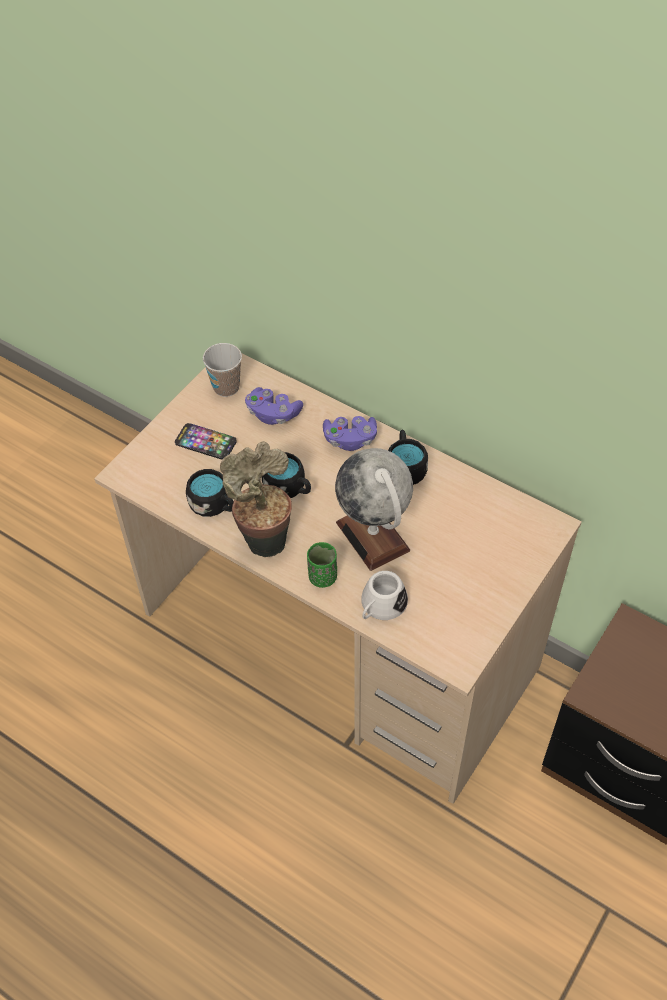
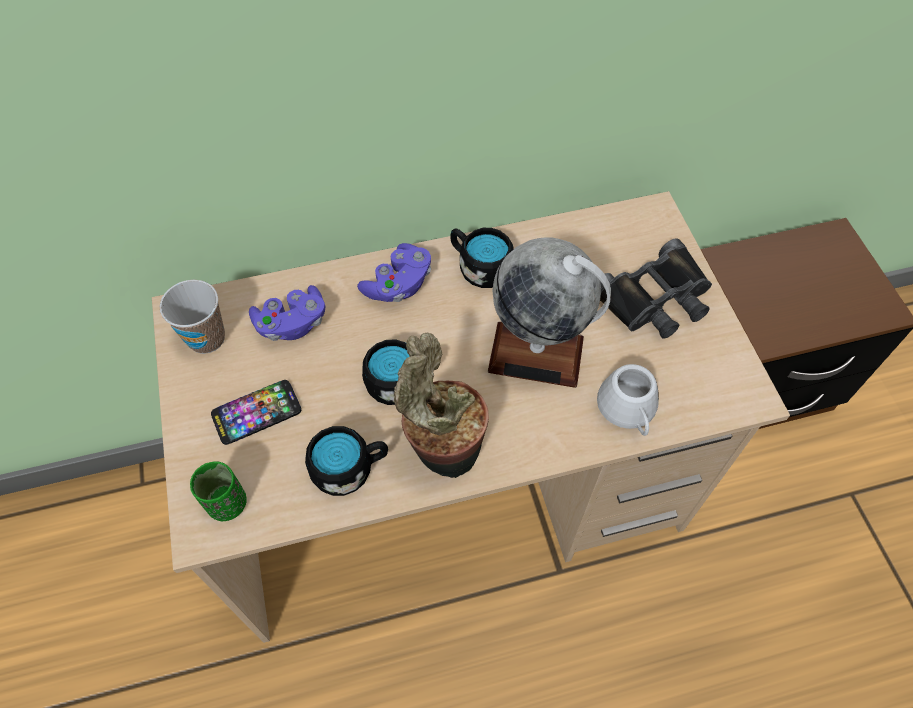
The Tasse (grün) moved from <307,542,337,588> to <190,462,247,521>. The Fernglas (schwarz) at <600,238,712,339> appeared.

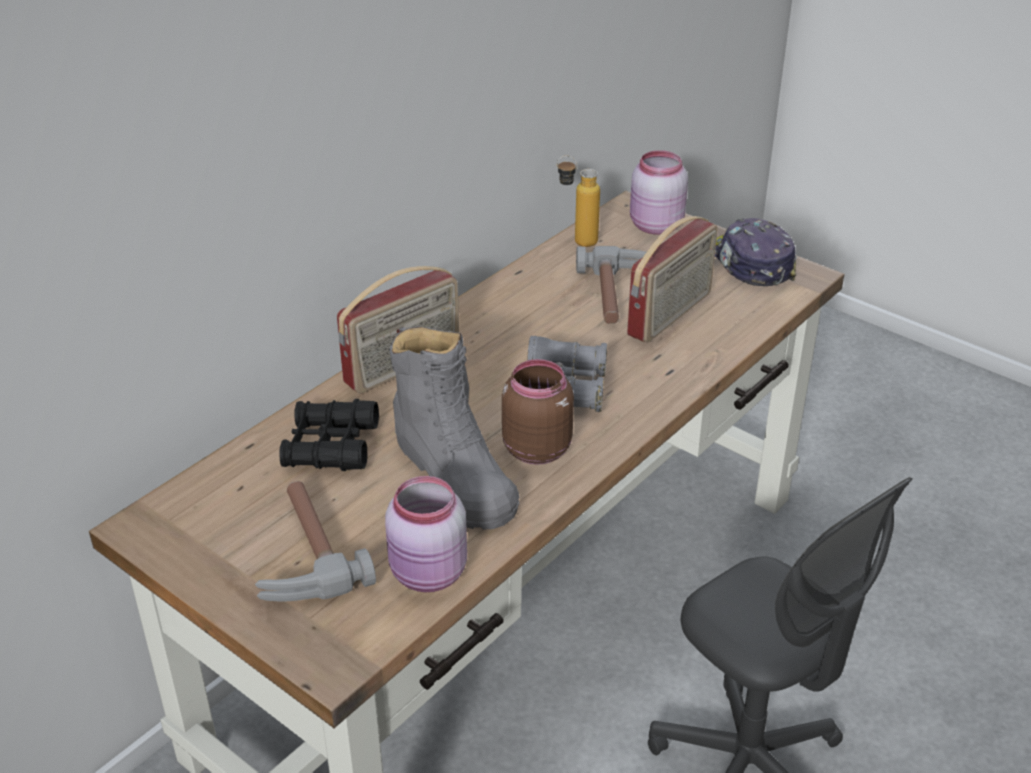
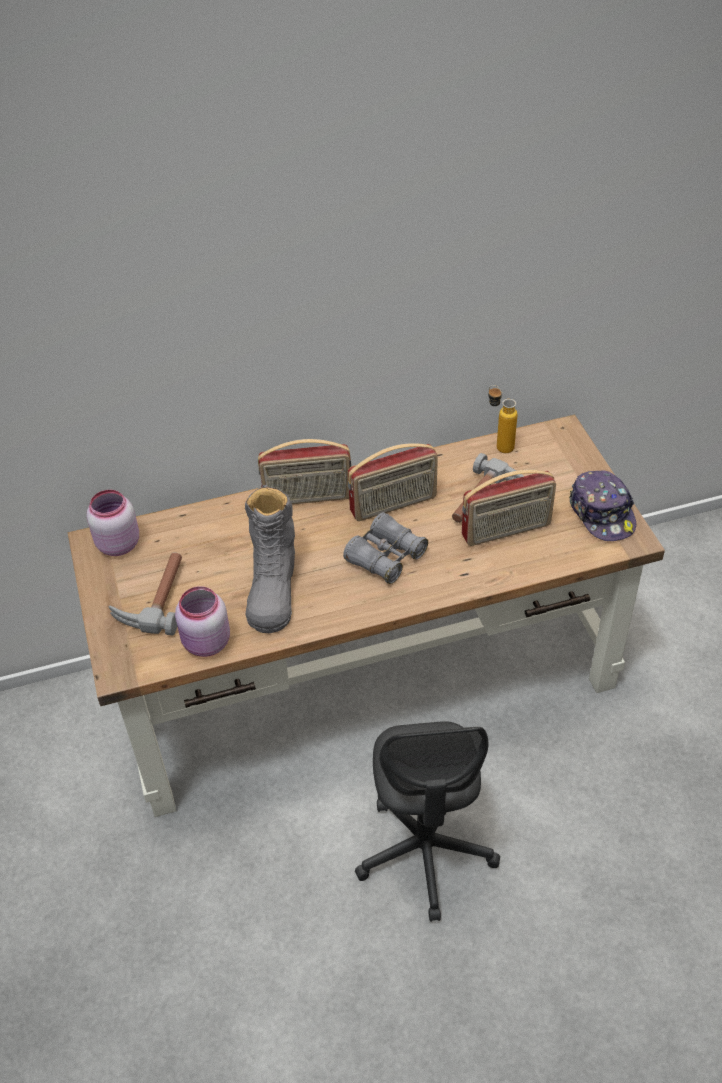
The Vorratsglas (rosa) moved from <630,150,688,235> to <87,490,139,556>. The Radio at <348,443,438,521> appeared. The Kappe at <715,218,797,286> turned 150 degrees clockwise. The Fernglas (schwarz) at <279,399,379,471> disappeared. The Vorratsglas (braun) at <502,359,574,464> disappeared.

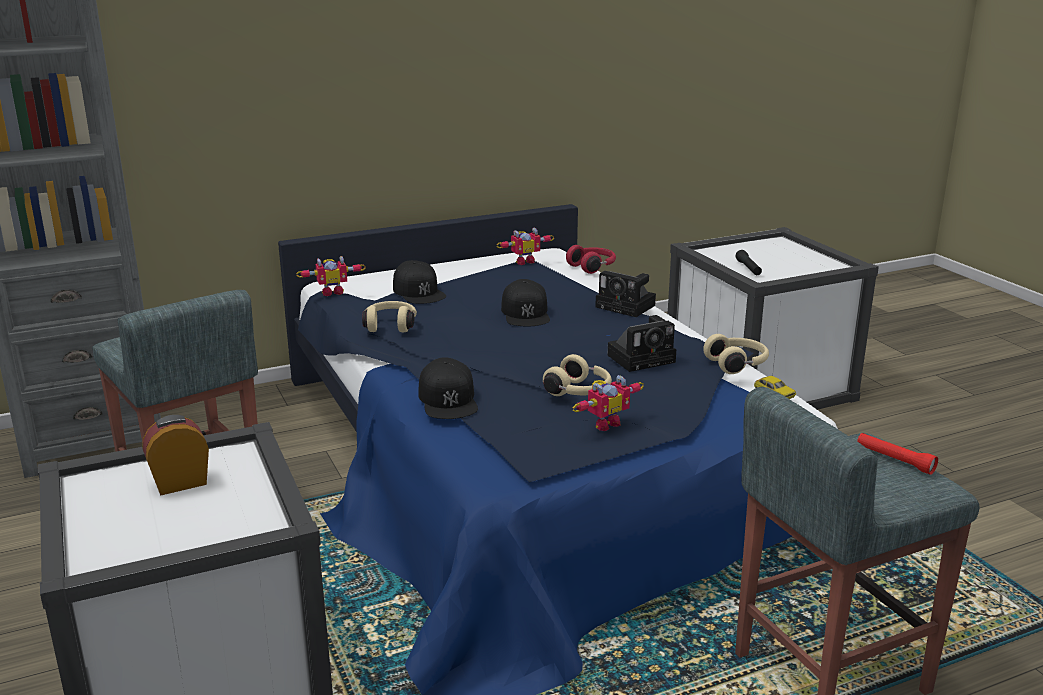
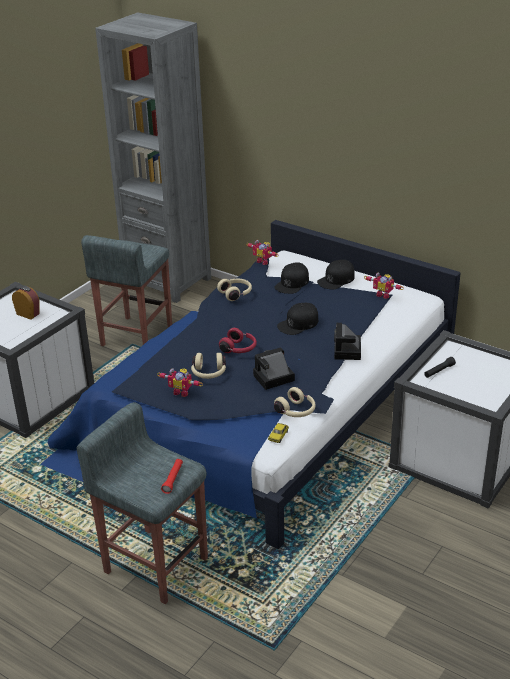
The Kopfhörer (rot) moved from <566,245,616,274> to <219,328,257,353>. The Kamera at <608,315,676,372> turned 120 degrees clockwise. The Kappe (schwarz) moved from <418,357,478,419> to <317,260,355,290>.

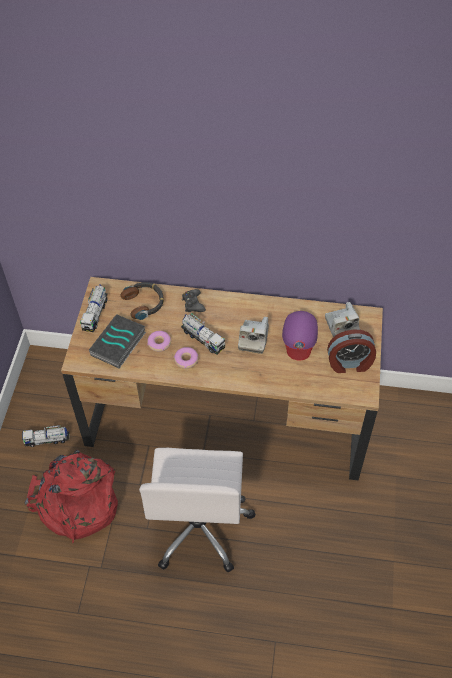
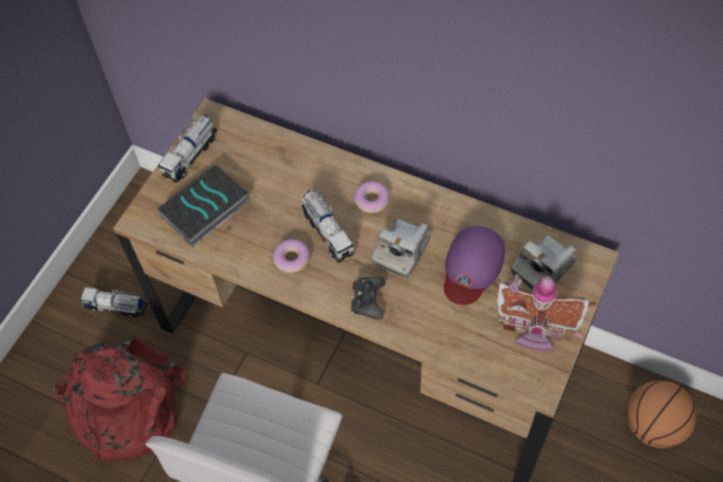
The Gamepad (schwarz) moved from <182,289,206,312> to <351,277,385,319>. The Donut moved from <147,331,171,352> to <353,181,390,213>. The Wecker at <327,329,376,373> was replaced by the Spielzeughaus at <492,274,596,351>. The Kamera at <325,302,360,337> turned 45 degrees clockwise. The Basketball at <627,380,696,448> appeared. The Kopfhörer at <121,282,164,320> disappeared.

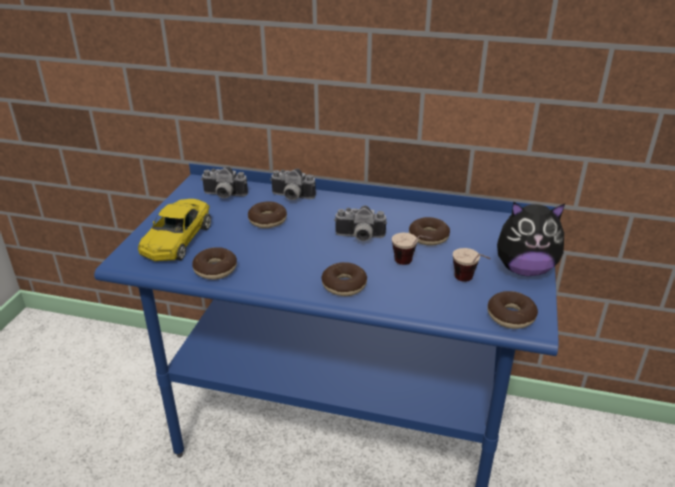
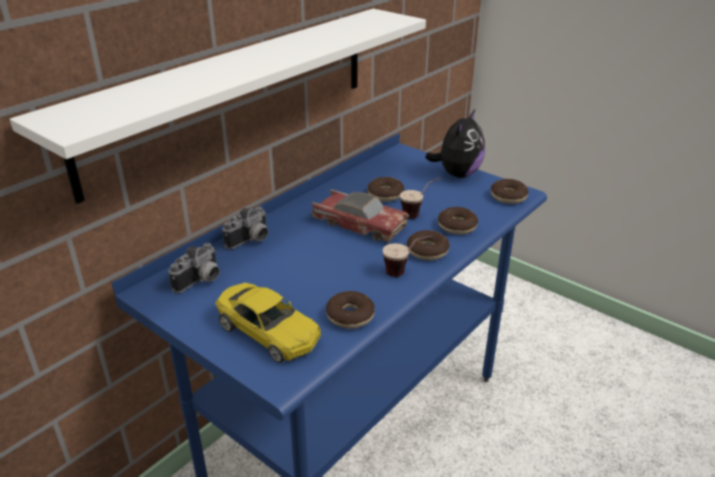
The Wandregal (weiß) at <10,9,426,204> appeared. The Kamera at <334,205,387,241> was replaced by the Spielzeugauto at <312,189,409,242>. The Tasse moved from <453,248,491,282> to <382,235,433,277>. The Donut moved from <248,201,287,228> to <438,207,478,235>.

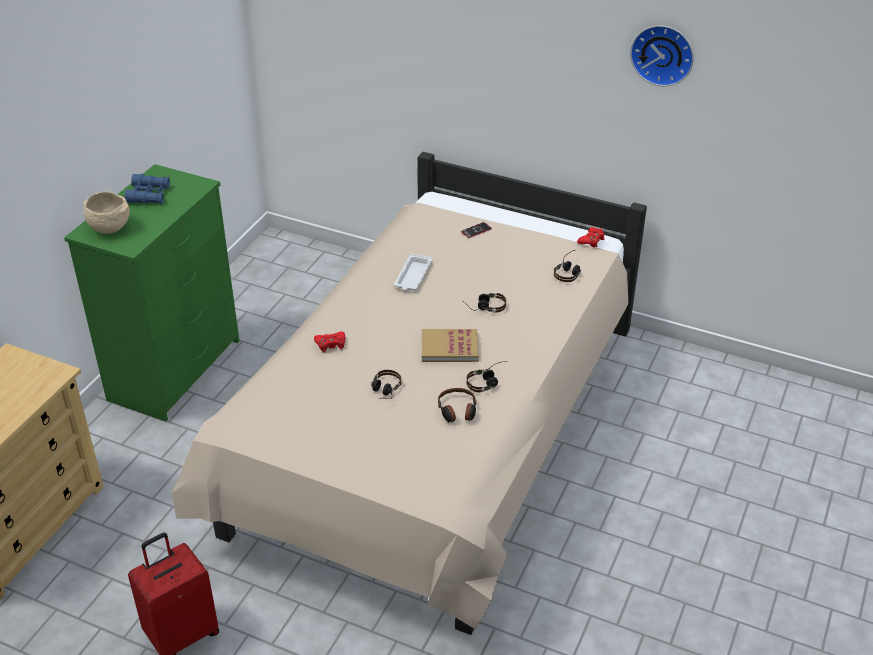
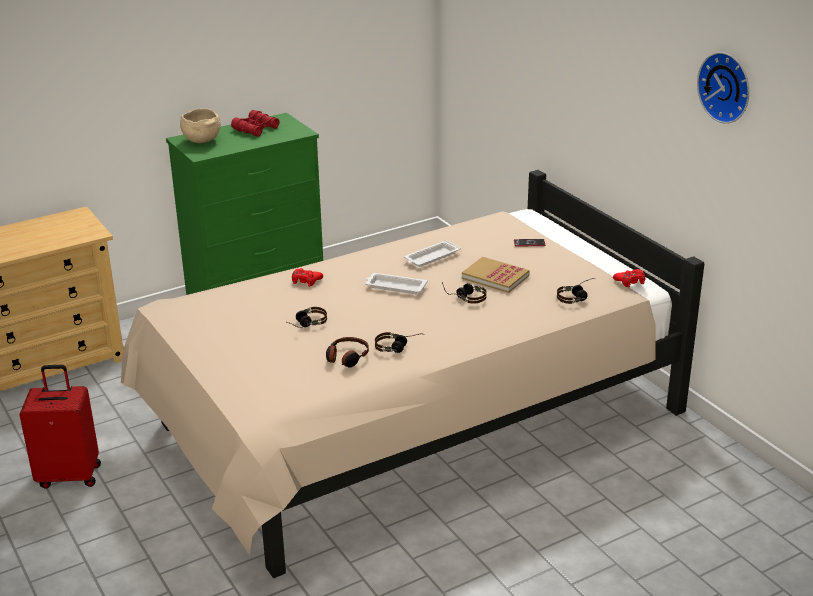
The Fernglas (blau) at <125,174,170,204> became the Fernglas (rot) at <231,110,279,137>. The Tablett (weiß) at <366,273,428,294> appeared. The Buch moved from <422,329,479,362> to <462,257,530,293>.

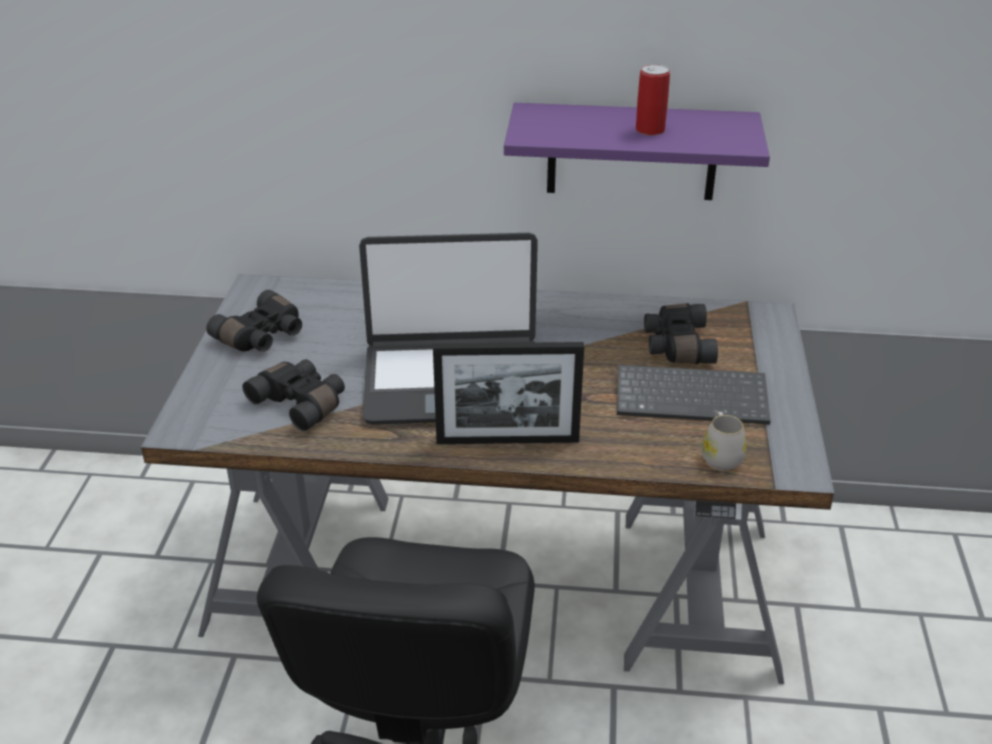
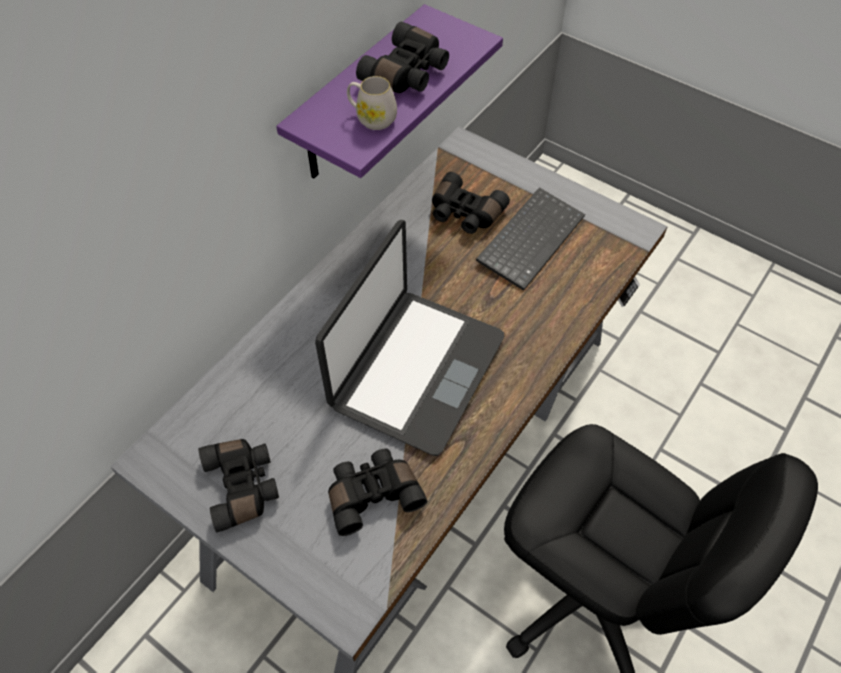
The Henkelbecher (weiß) moved from <702,412,747,470> to <347,76,397,130>. The Dose at <636,64,670,136> was replaced by the Fernglas (schwarz) at <356,22,449,93>. The Bilderrahmen at <433,342,584,444> disappeared.

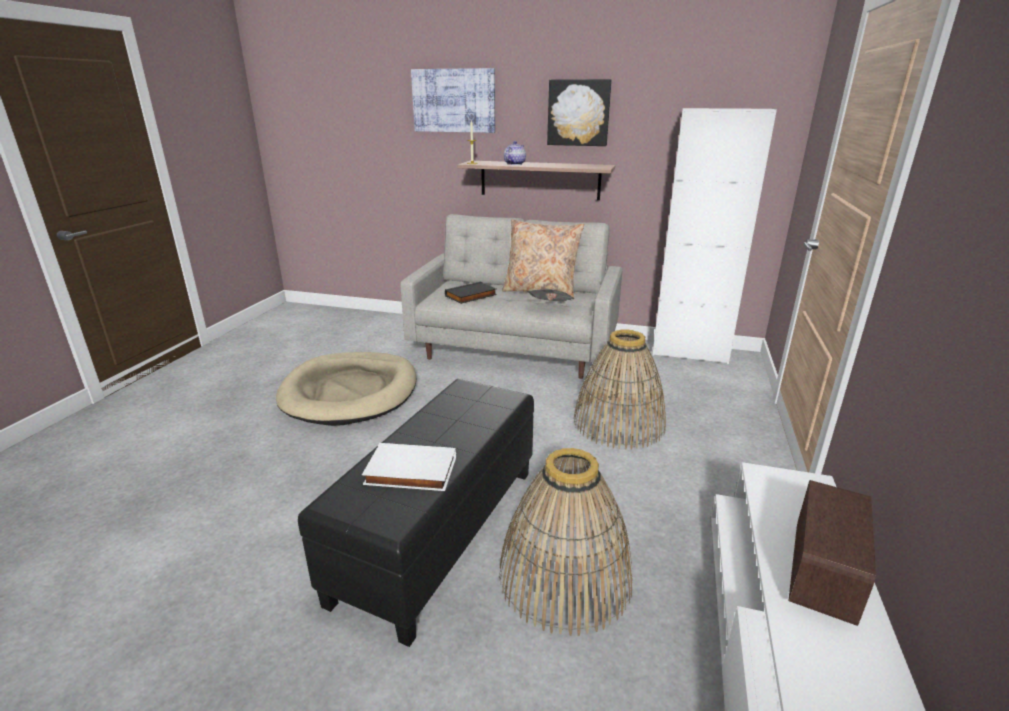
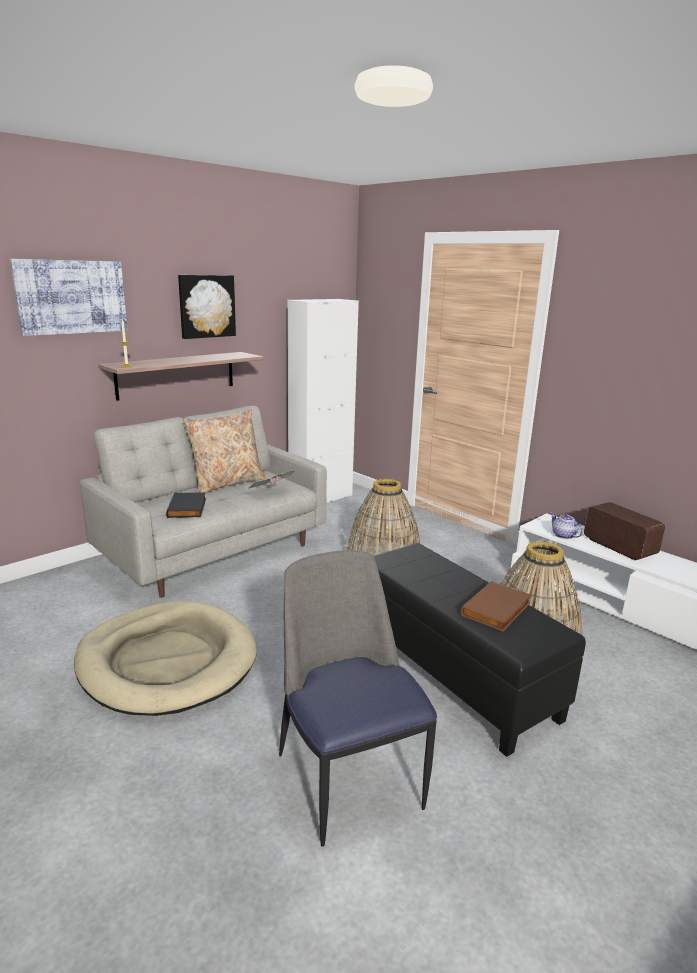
The Stuhl at <279,550,437,847> appeared. The Buch (weiß) at <362,443,456,491> became the Buch (braun) at <461,581,531,632>. The Teekanne moved from <504,141,526,165> to <551,513,583,539>.

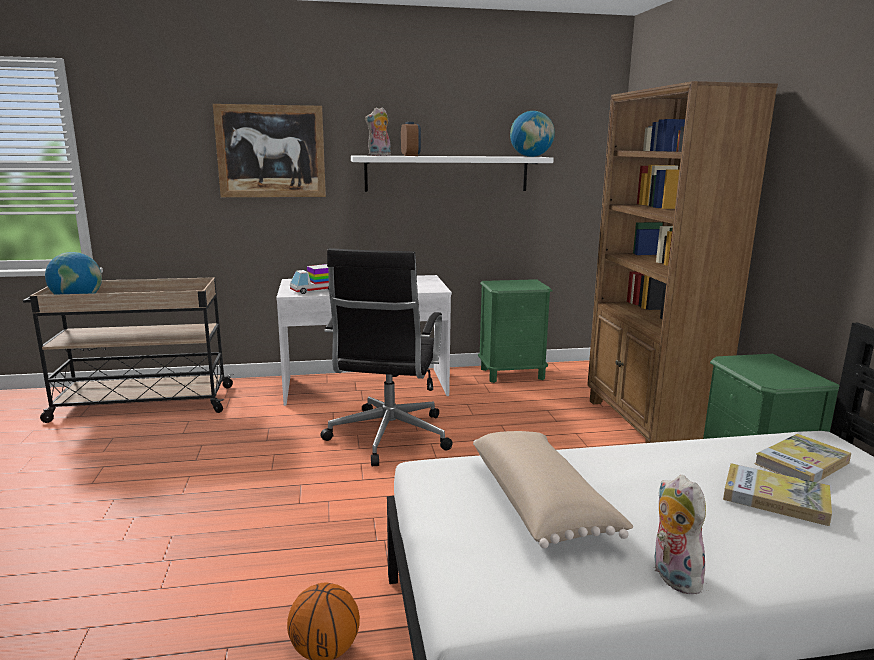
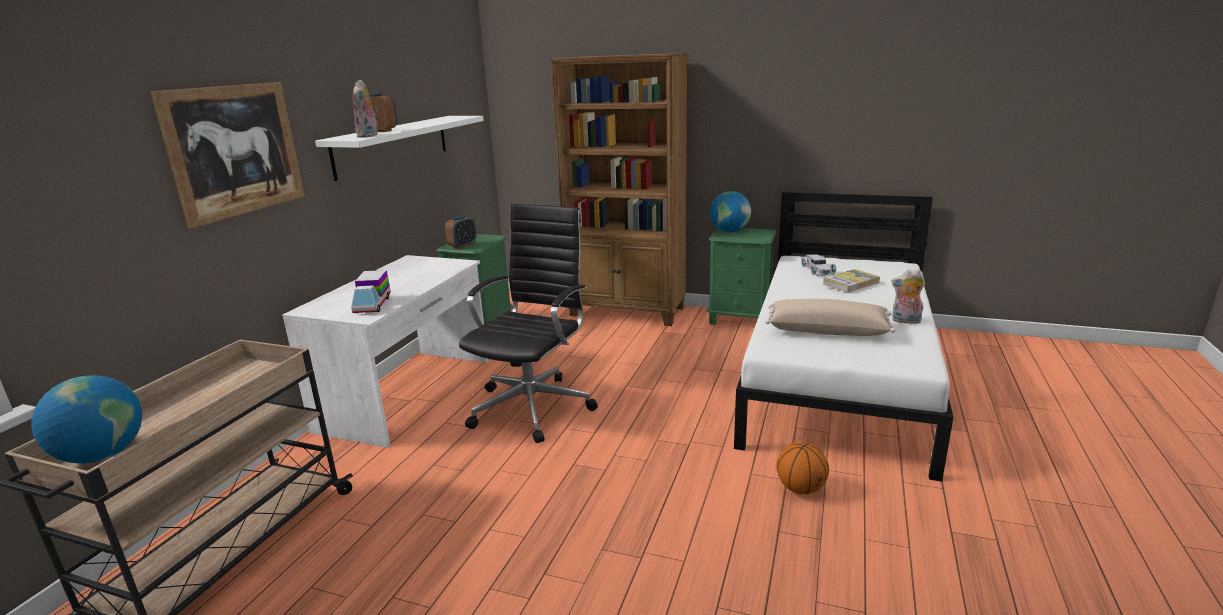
The Wecker at <445,215,476,249> appeared. The Bürostuhl (schwarz) at <320,248,453,467> turned 105 degrees counterclockwise. The Globus moved from <510,111,555,157> to <710,191,751,232>. The Buch at <754,434,851,482> was replaced by the Spielzeugauto (weiß) at <801,254,836,276>.

